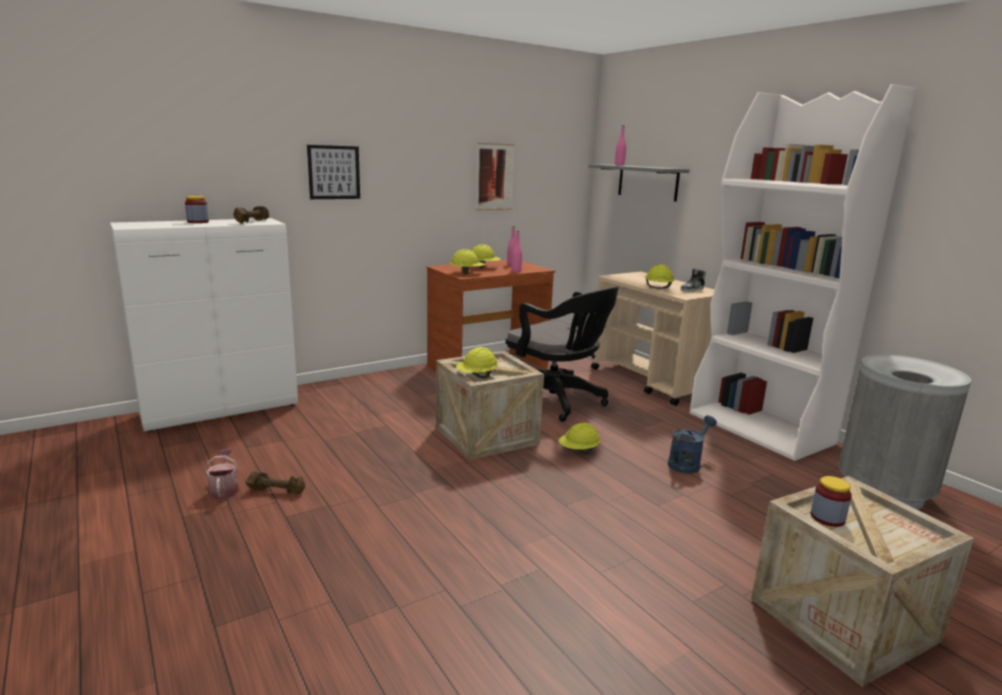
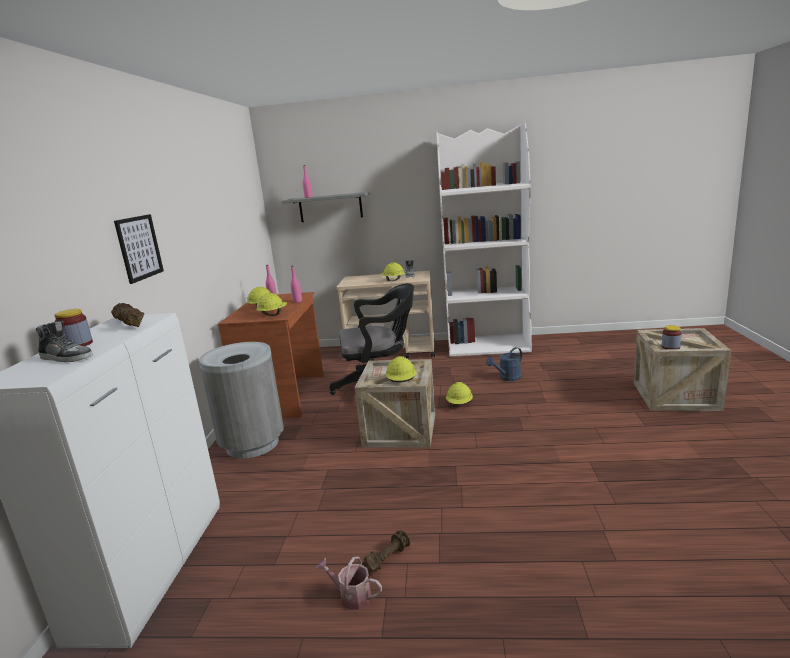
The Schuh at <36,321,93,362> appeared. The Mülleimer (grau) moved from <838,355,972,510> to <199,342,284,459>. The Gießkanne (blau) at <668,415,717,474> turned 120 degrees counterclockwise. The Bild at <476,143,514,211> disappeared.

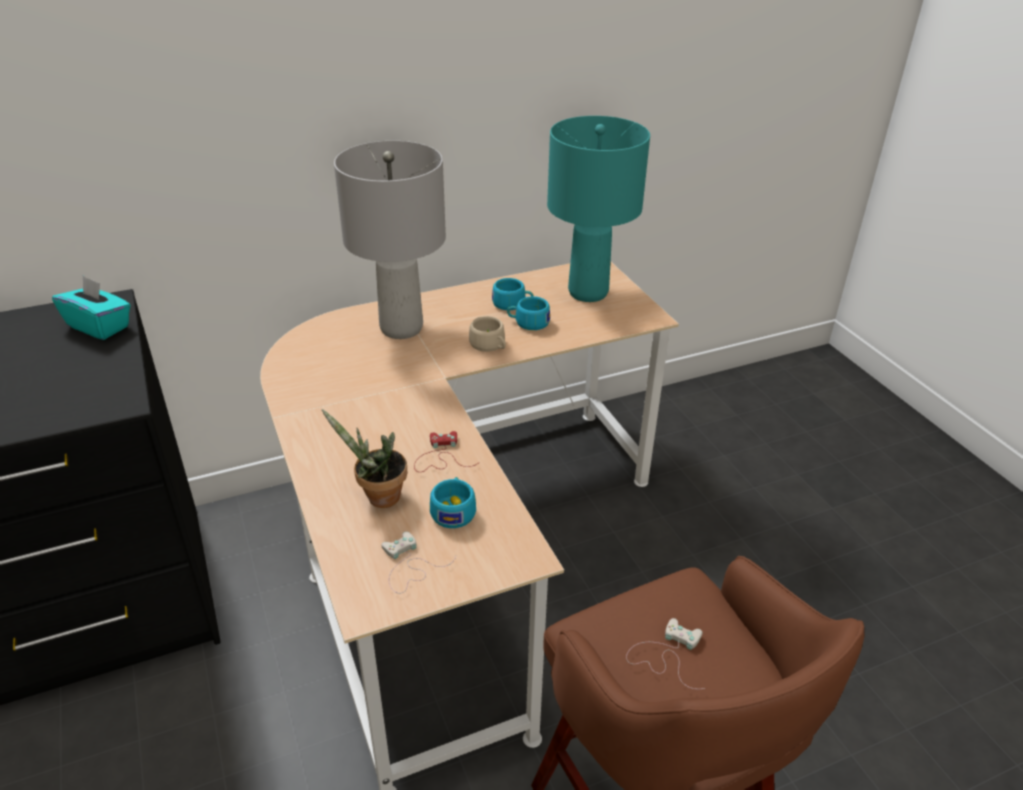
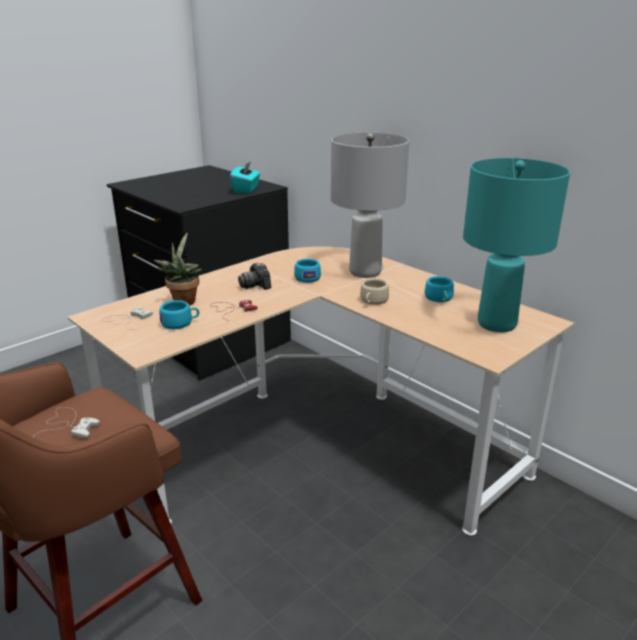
The Kamera at <238,263,271,290> appeared. The Tasse (türkis) moved from <507,296,550,330> to <294,259,321,283>.

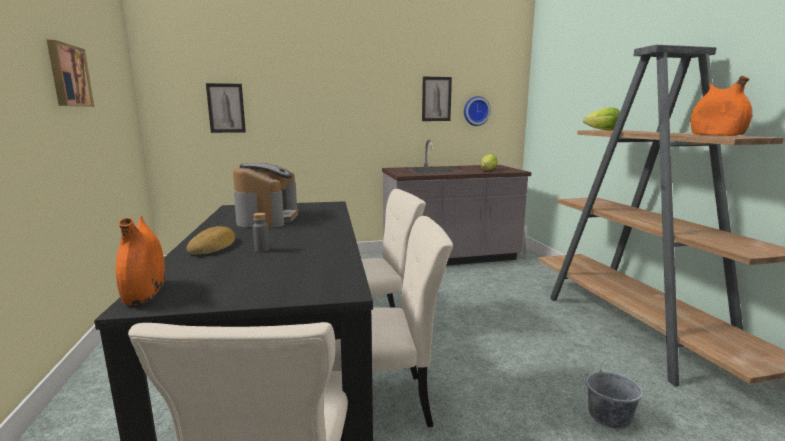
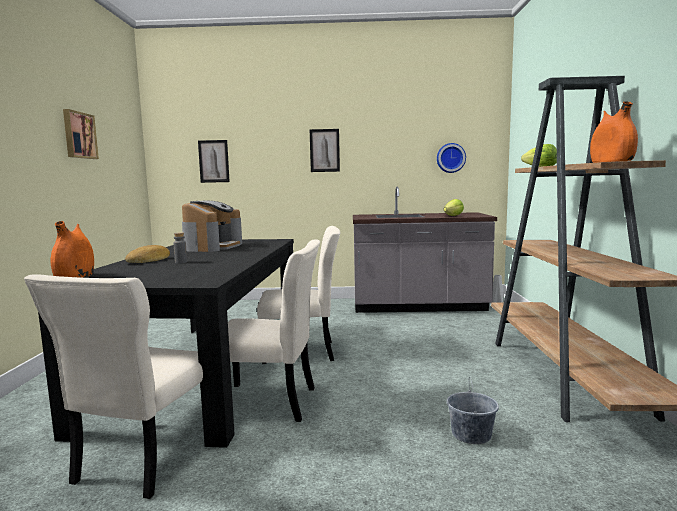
The Bild moved from <422,76,452,121> to <310,129,340,172>.

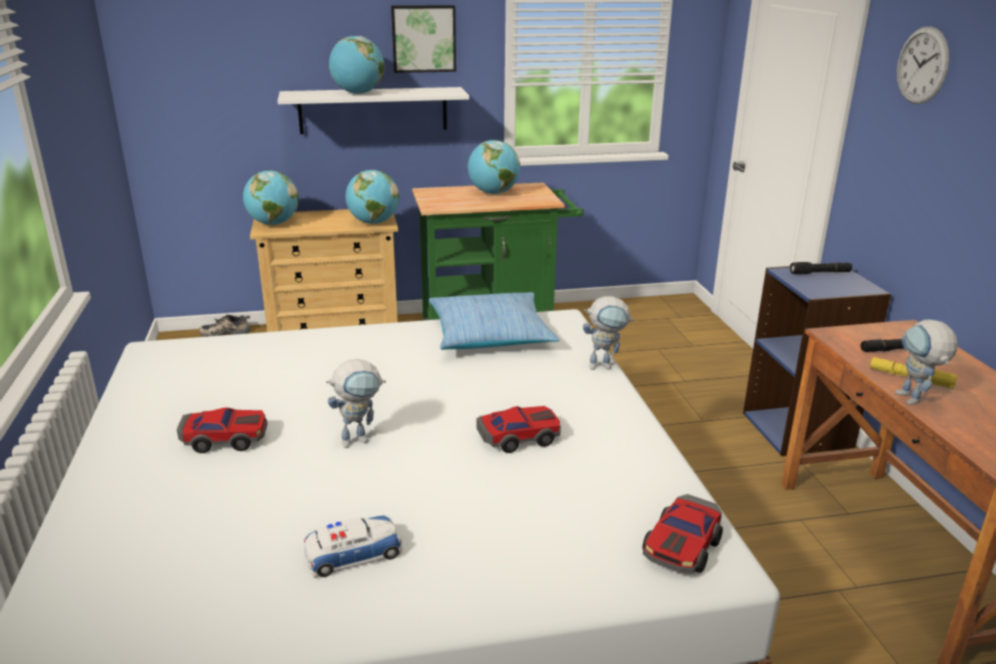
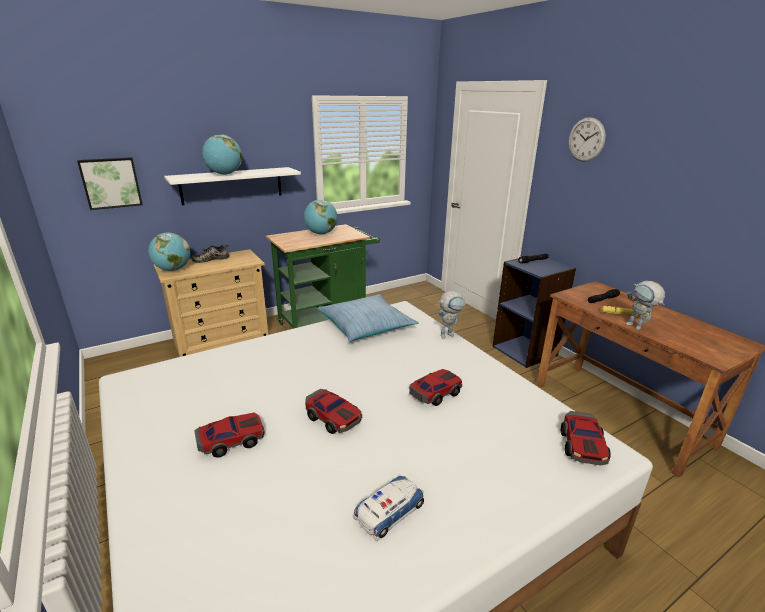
The Bild moved from <391,5,456,73> to <77,157,143,210>. The Schuh moved from <199,315,251,337> to <191,245,229,263>. The Spielzeugroboter at <326,359,386,448> was replaced by the Spielzeugauto at <305,389,362,434>. The Globus at <346,170,399,224> disappeared.

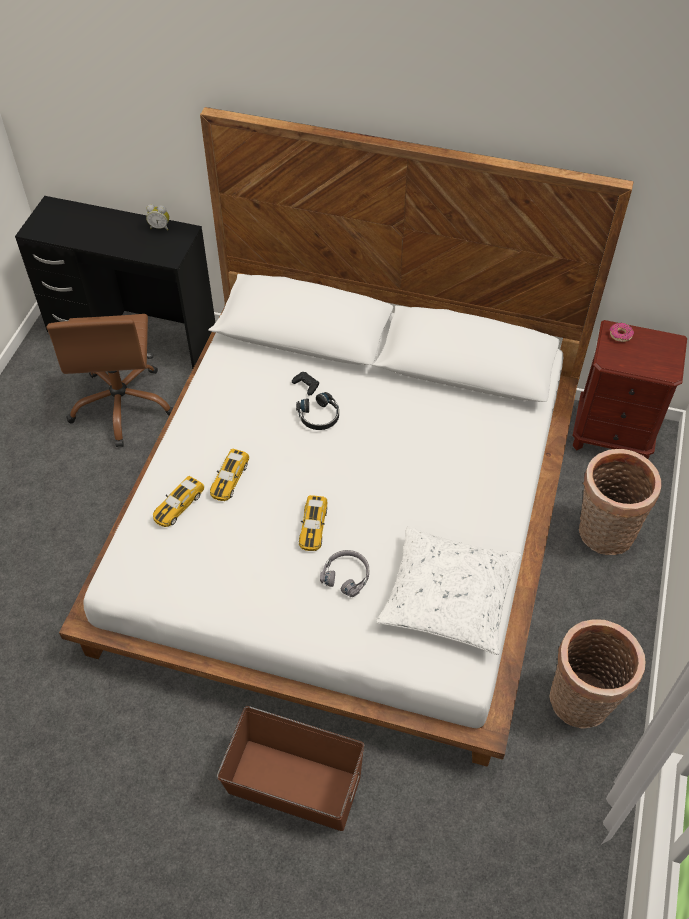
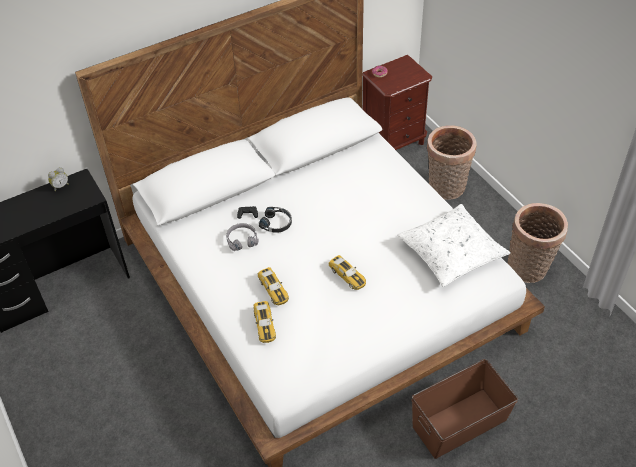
The Kopfhörer (grau) moved from <320,550,369,597> to <226,223,259,251>. The Bürostuhl (braun) at <47,314,173,447> disappeared.

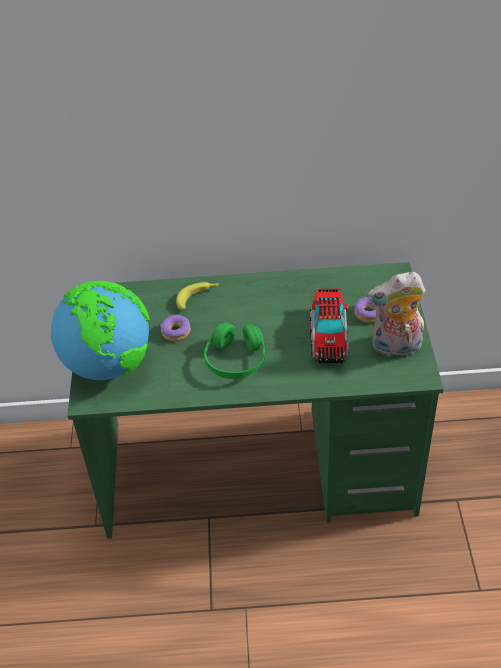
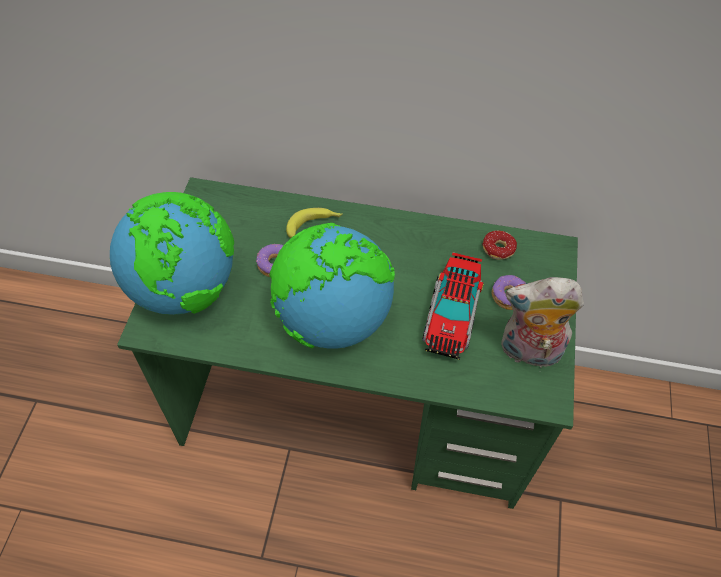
The Kopfhörer (grün) at <204,322,265,379> was replaced by the Globus at <269,223,395,349>. The Donut at <482,230,517,260> appeared.

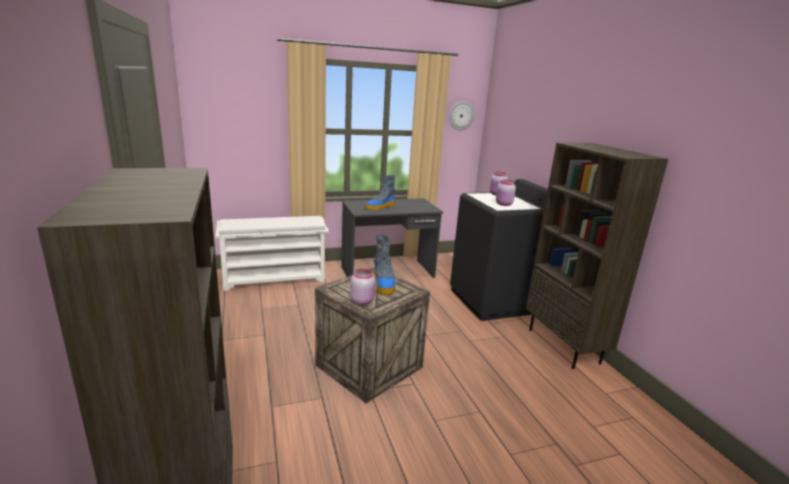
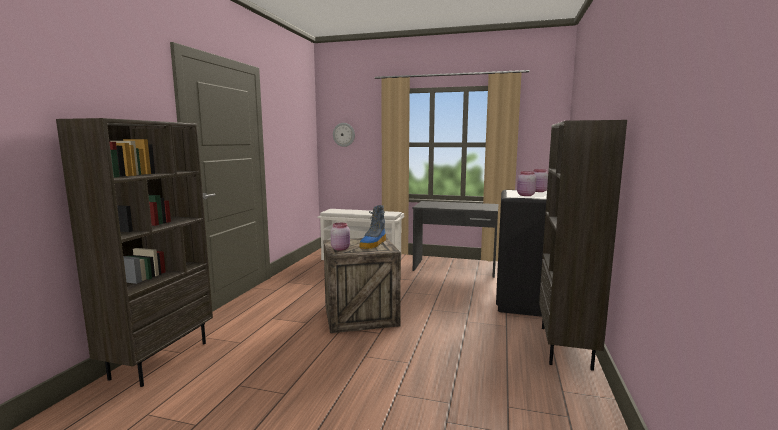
The Wanduhr moved from <449,101,474,130> to <333,123,355,147>. The Stiefel at <365,175,395,210> disappeared.

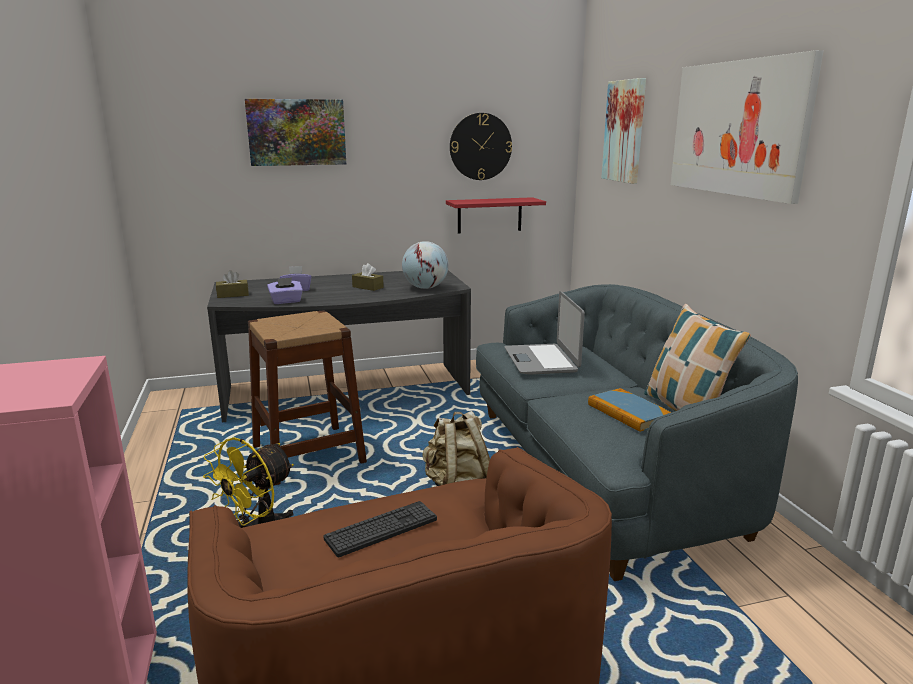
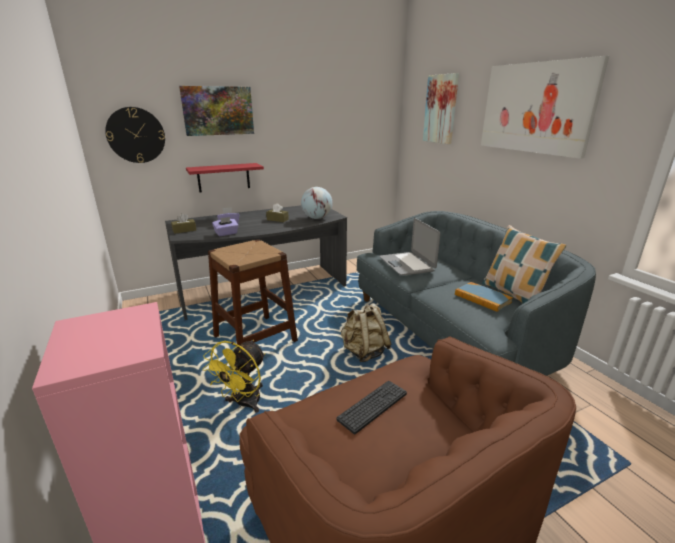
The Wanduhr moved from <450,113,512,180> to <105,107,165,163>. The Wandregal (rot) moved from <446,197,546,233> to <186,163,264,192>.

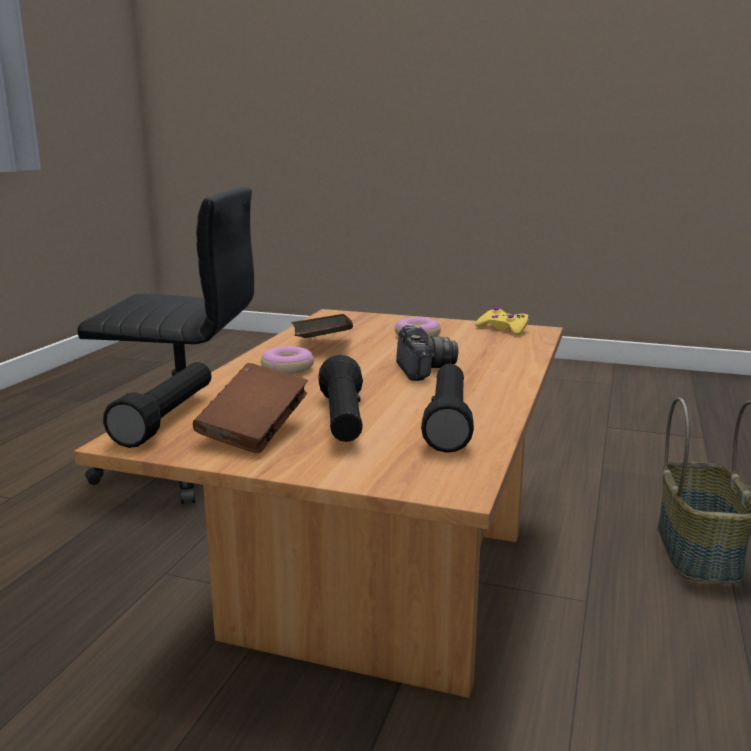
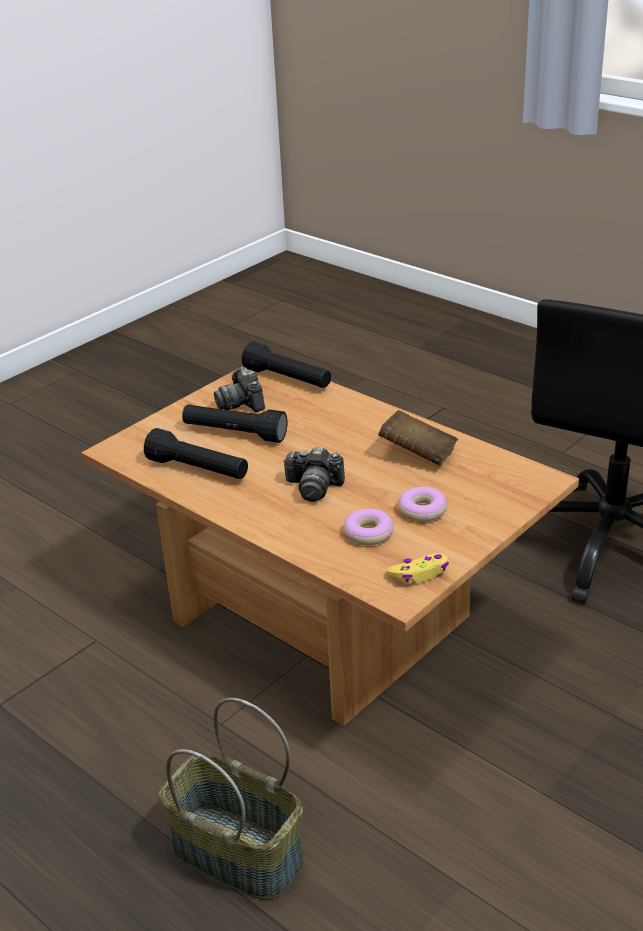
The Buch (braun) at <193,363,308,453> was replaced by the Kamera at <214,367,265,412>. The Donut moved from <261,346,314,374> to <344,509,394,545>.

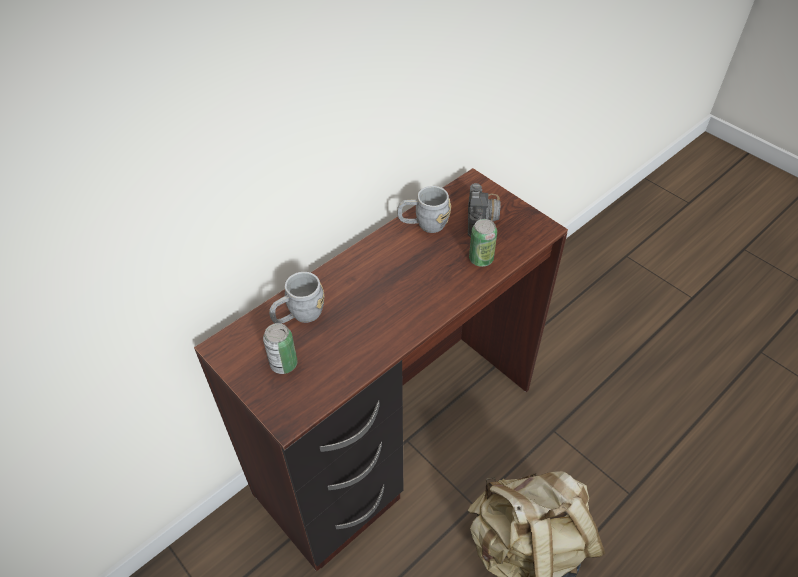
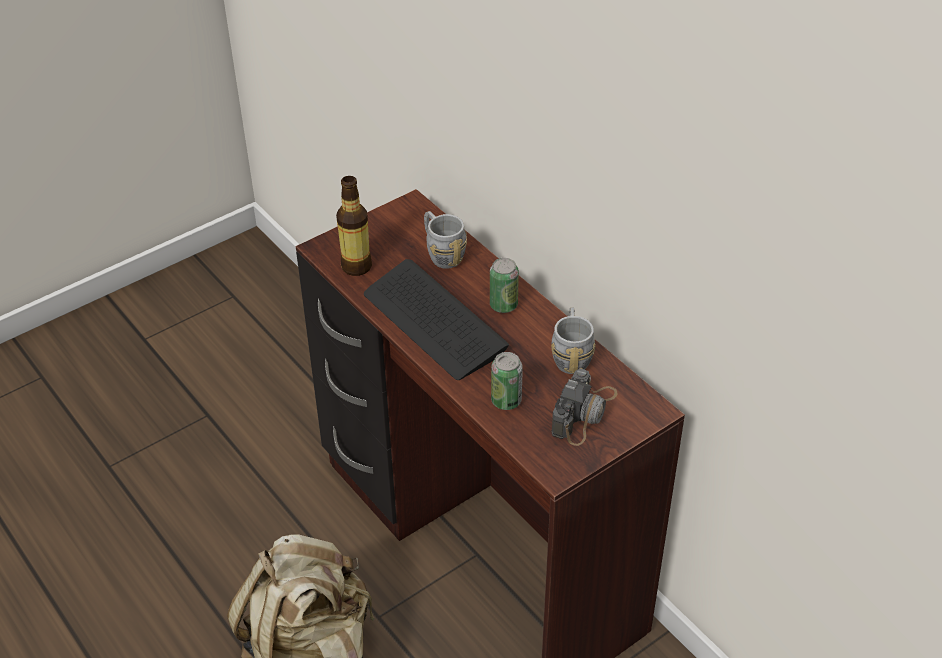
The Flasche at <336,176,372,276> appeared. The Tastatur at <364,259,509,380> appeared. The Dose moved from <263,323,298,374> to <490,258,519,313>. The Kamera at <468,183,500,237> turned 75 degrees counterclockwise.

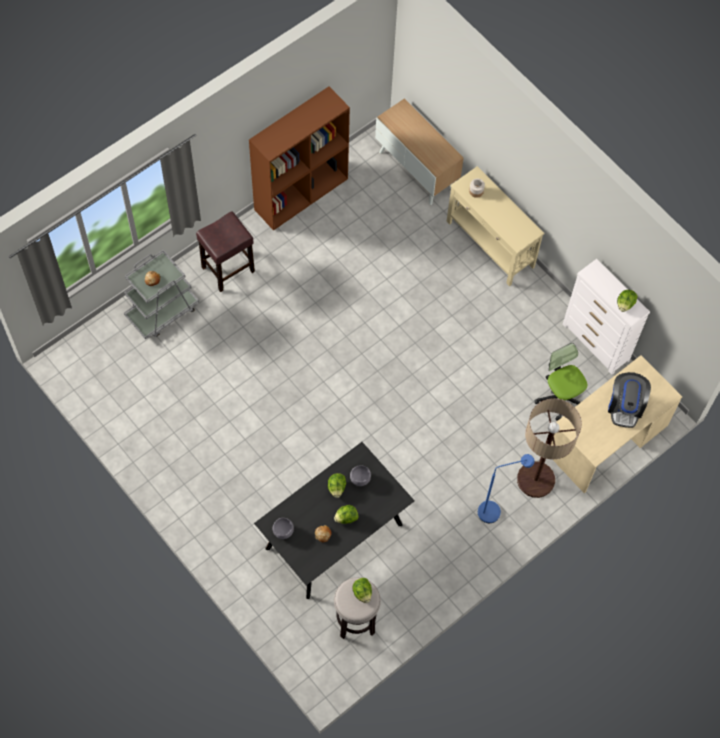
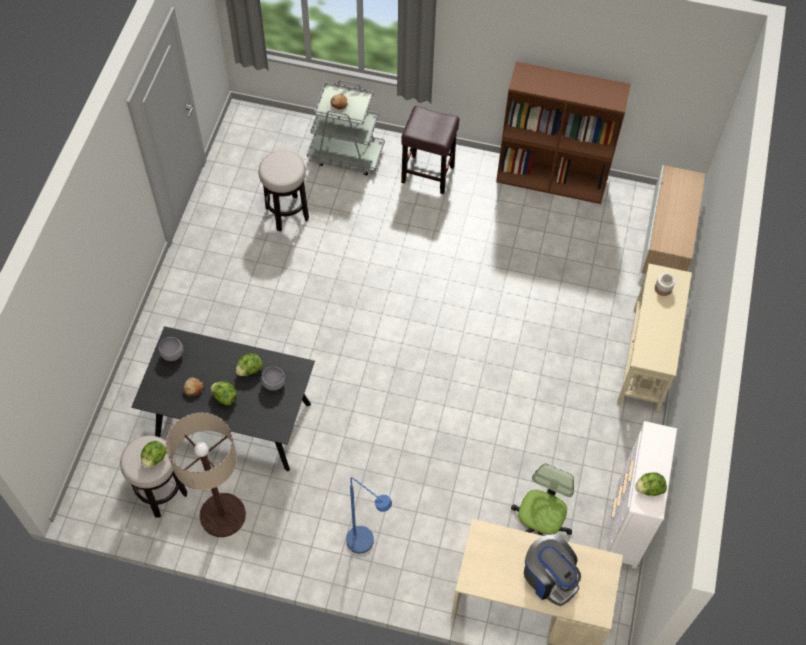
The Stehlampe moved from <517,398,582,498> to <166,412,246,537>. The Hocker at <258,150,309,231> appeared. The Kaffeemaschine at <608,372,651,428> turned 105 degrees counterclockwise.

